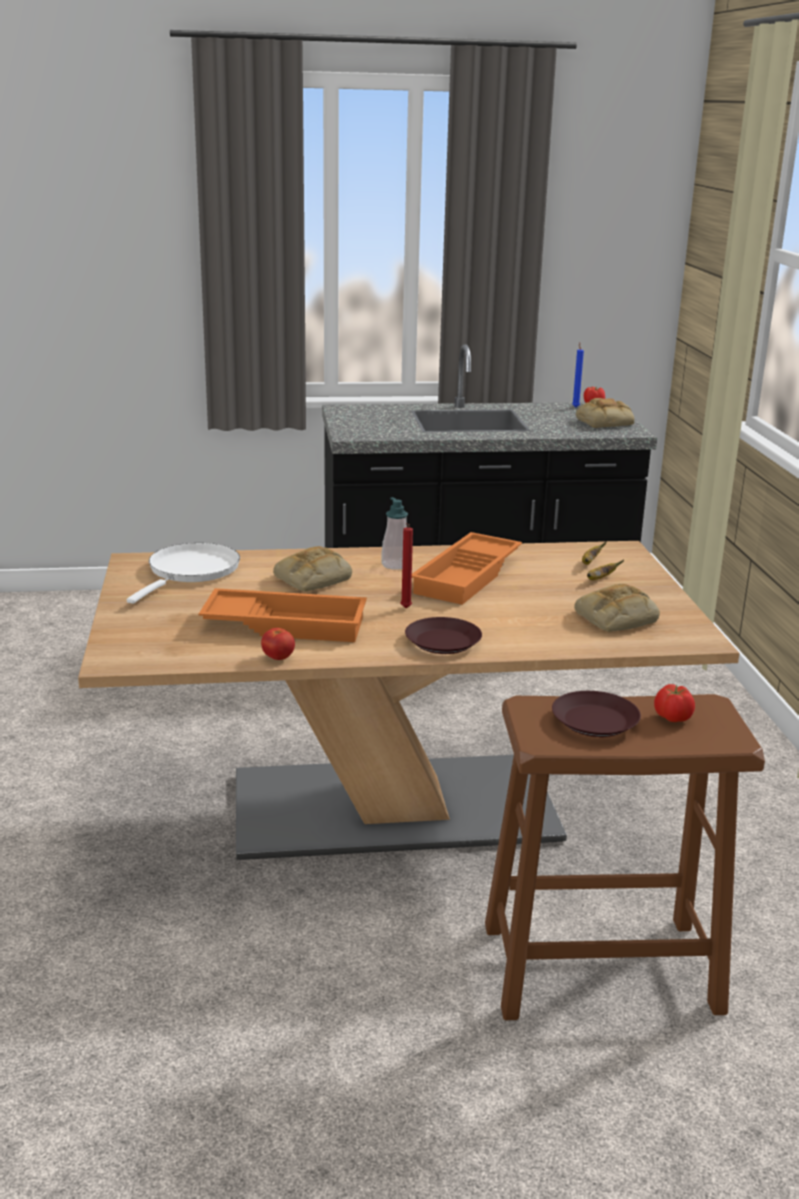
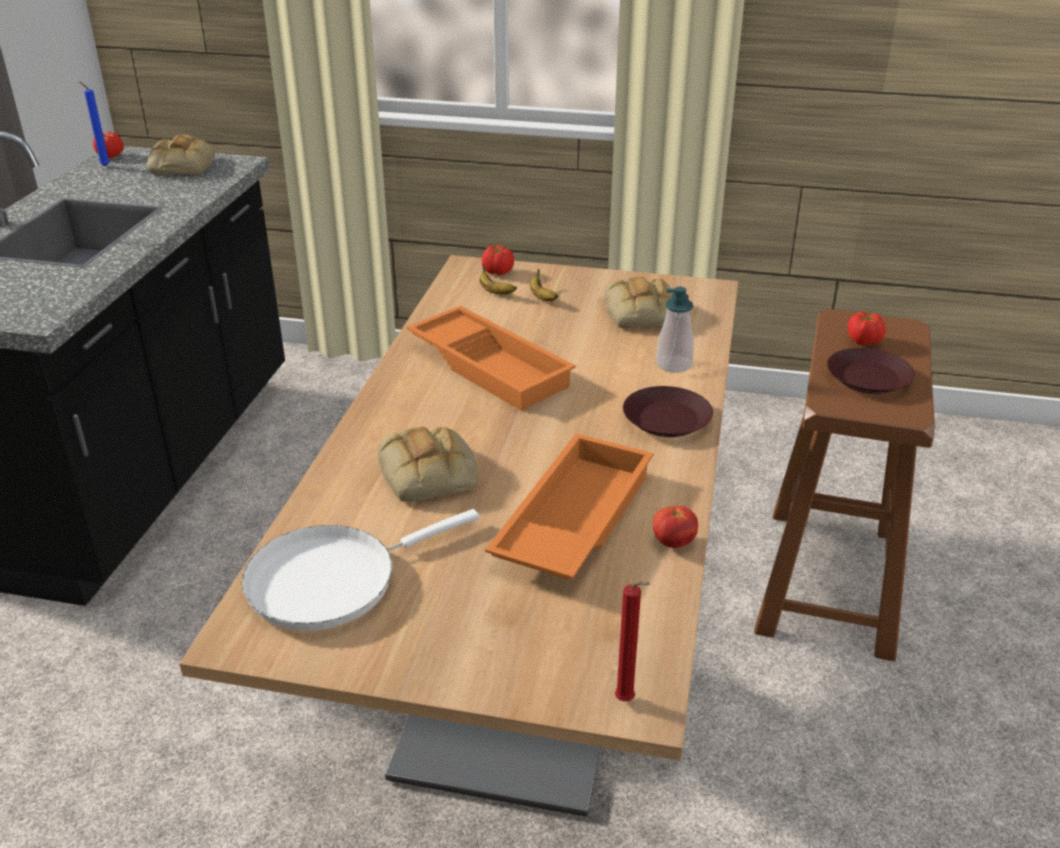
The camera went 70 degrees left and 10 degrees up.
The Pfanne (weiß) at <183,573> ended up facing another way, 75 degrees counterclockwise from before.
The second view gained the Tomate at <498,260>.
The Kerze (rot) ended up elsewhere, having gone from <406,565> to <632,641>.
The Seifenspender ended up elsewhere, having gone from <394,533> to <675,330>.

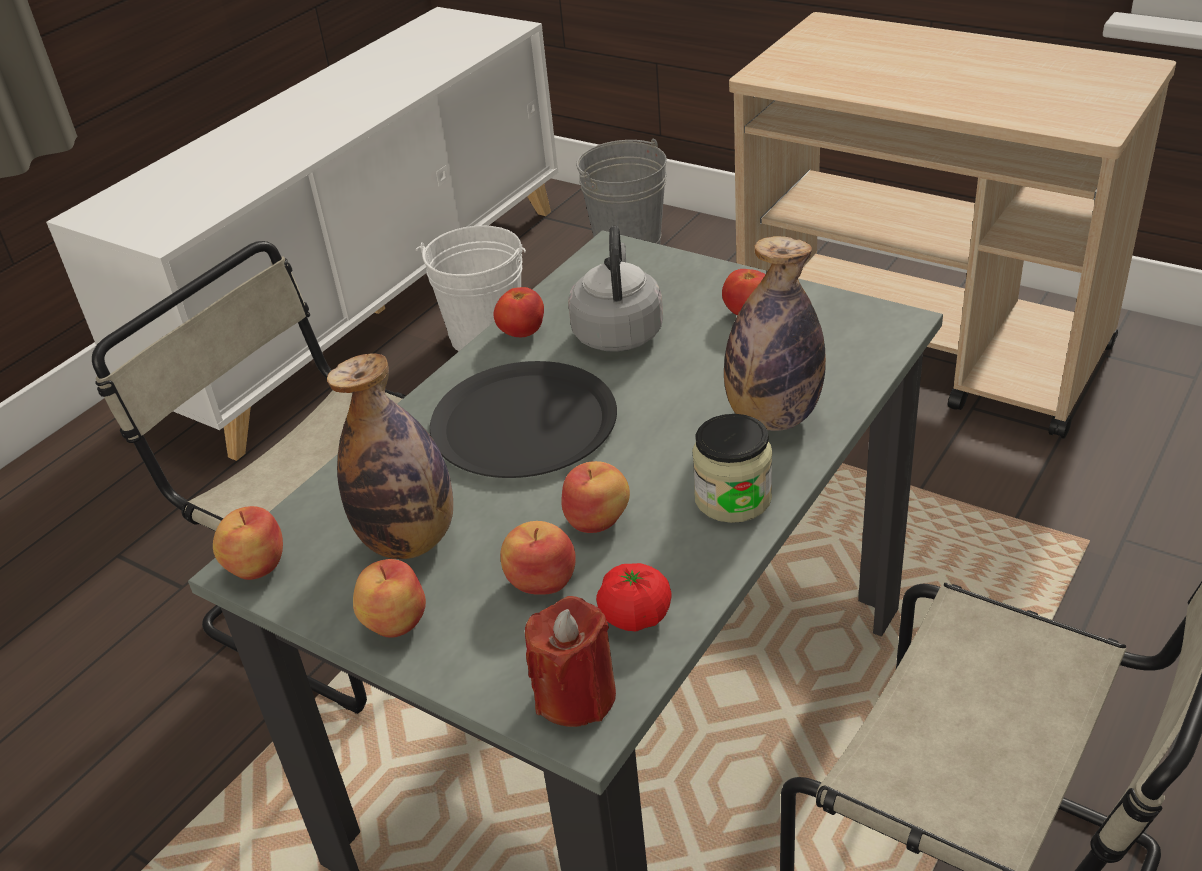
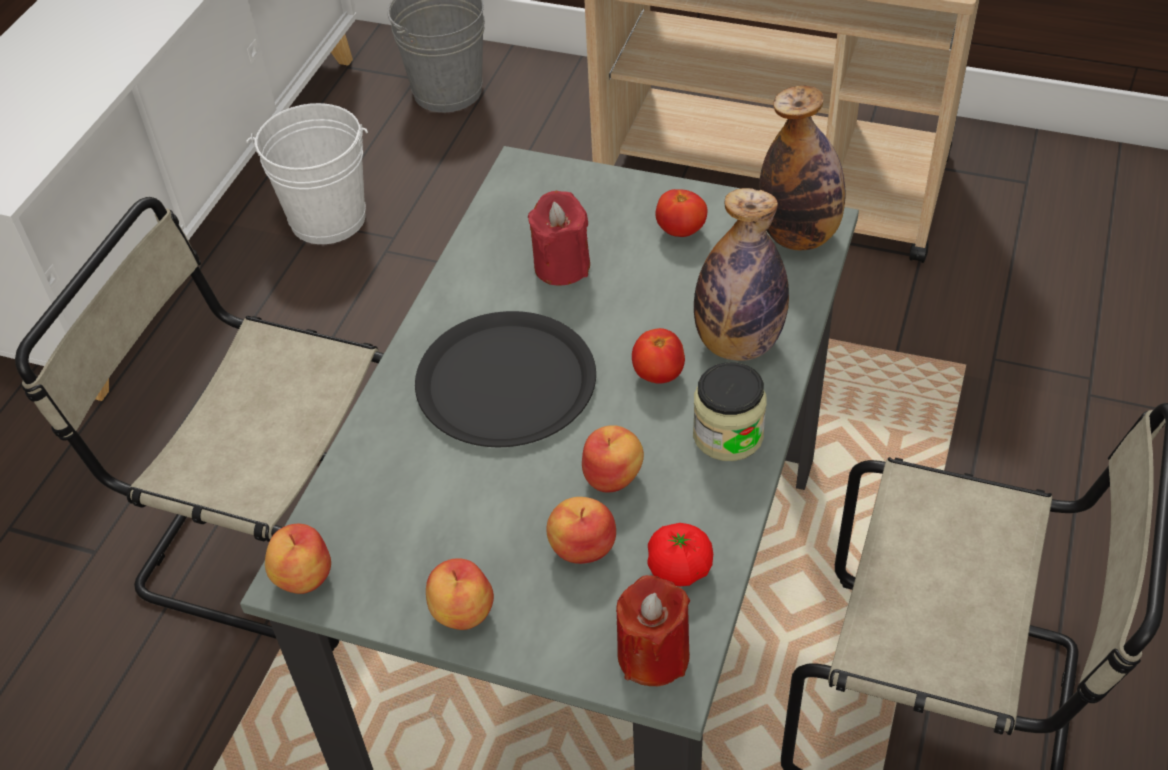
The camera went 15 degrees left and 10 degrees up.
Where the Wasserkessel (grau) stood at <615,289>, the Kerze (rot) came to stand at <559,238>.
The Tomate ended up elsewhere, having gone from <519,312> to <658,356>.
The Flasche ended up elsewhere, having gone from <390,456> to <802,168>.

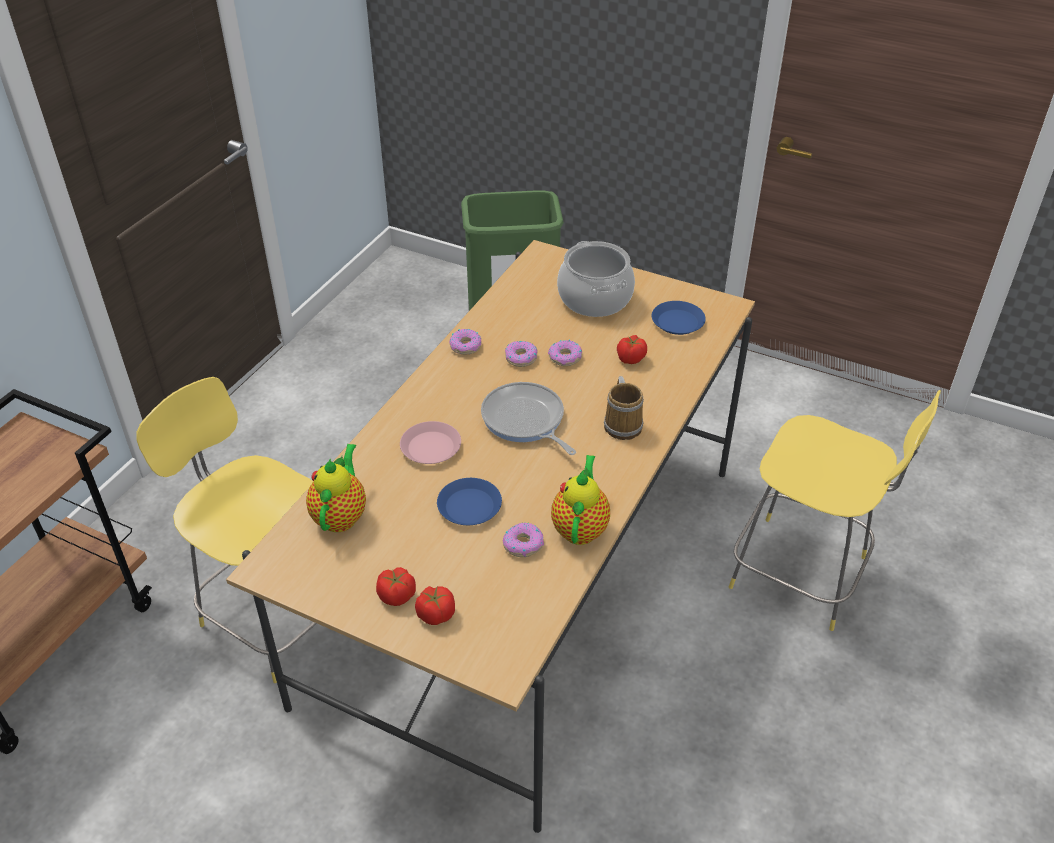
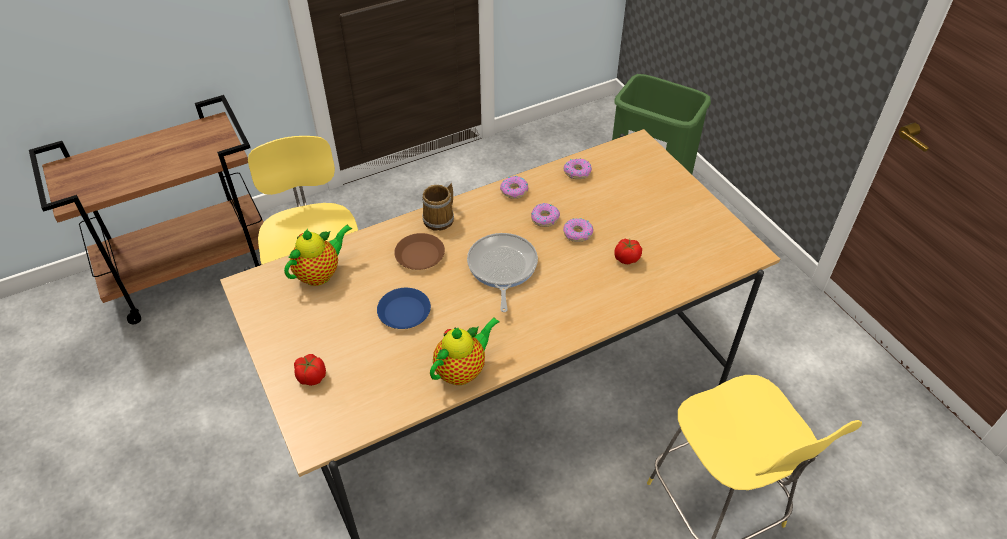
The camera went 35 degrees right and 5 degrees up.
What was the Teller (rosa) at <430,442> turned into the Teller (braun) at <419,251>.
The Henkelbecher ended up elsewhere, having gone from <624,408> to <438,206>.
The Donut ended up elsewhere, having gone from <523,539> to <578,169>.
The second view lost the Tomate at <396,586>.
The second view lost the Kochtopf at <596,279>.
The second view lost the Teller (blau) at <679,318>.

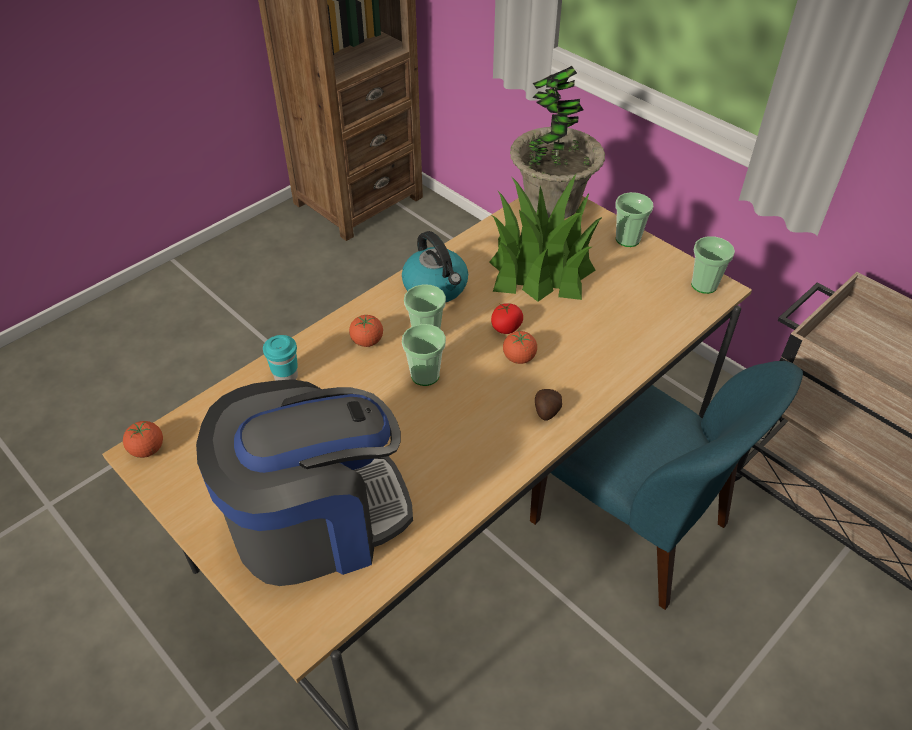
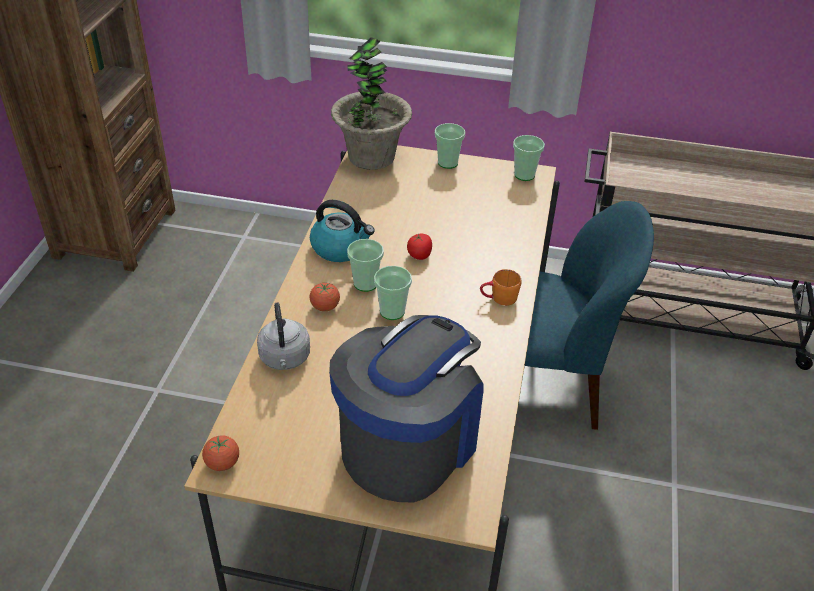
The camera went 35 degrees left and 5 degrees down.
Where the Tasse (türkis) stood at <280,358>, the Wasserkessel (grau) came to stand at <283,336>.
Where the Kartoffel stood at <548,405>, the Henkelbecher (orange) came to stand at <501,287>.
The second view lost the Topfpflanze at <545,238>.
The second view lost the Tomate at <520,347>.

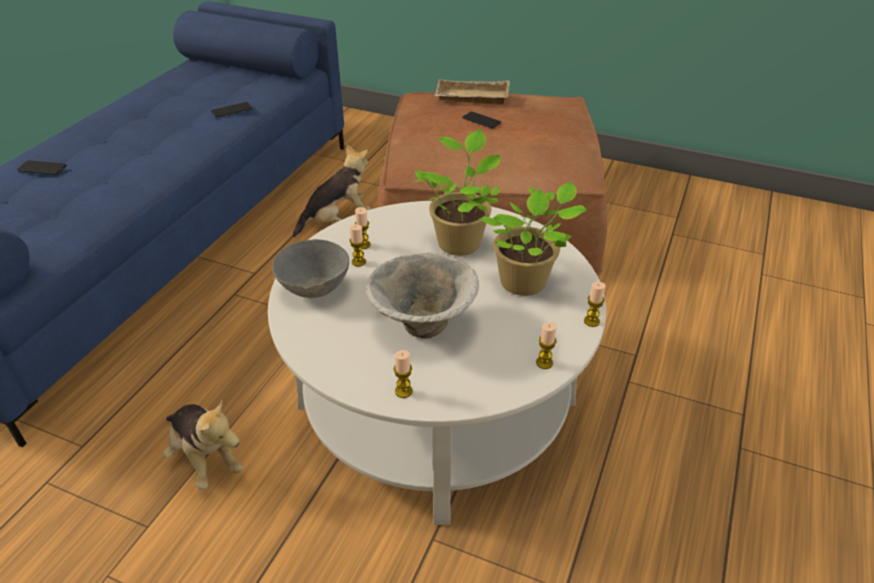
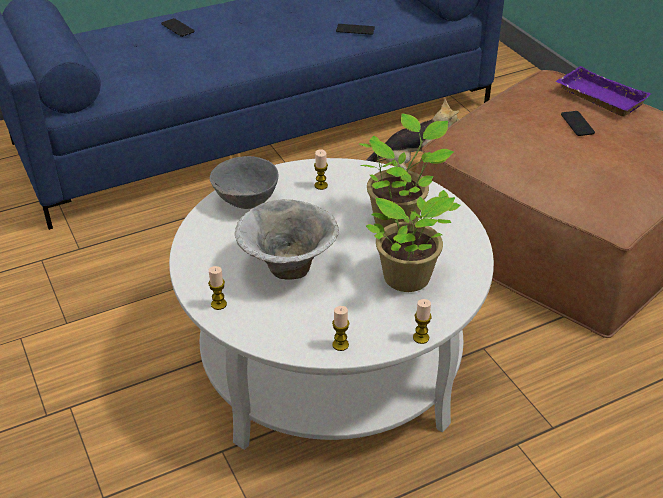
The camera went 40 degrees right and 0 degrees up.
What was the Tablett (beige) at <472,92> turned into the Tablett (lila) at <603,91>.
The second view lost the Plüschtier at <203,444>.
The second view lost the Kerze at <358,245>.

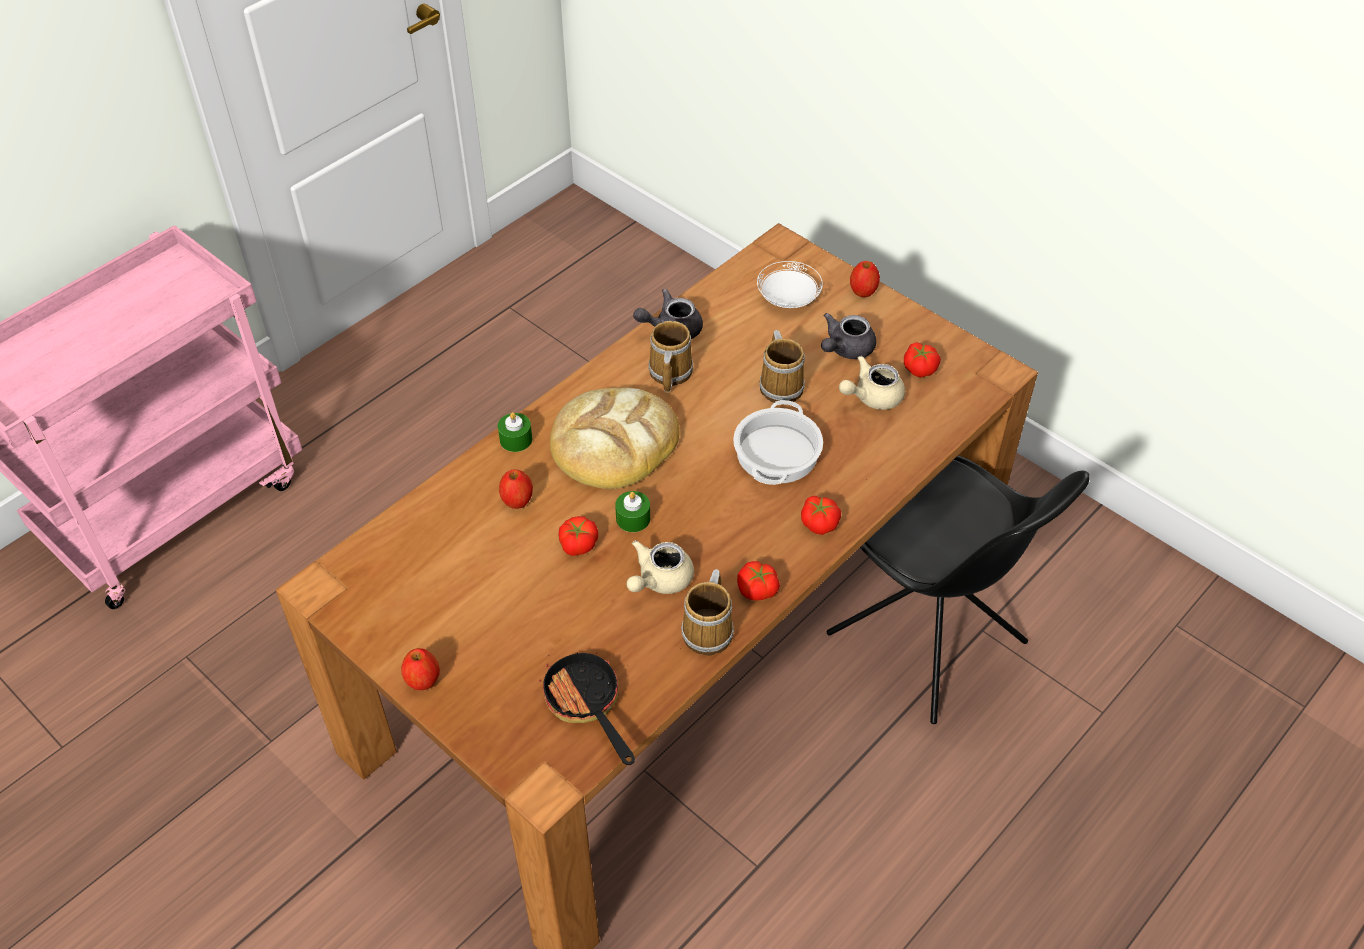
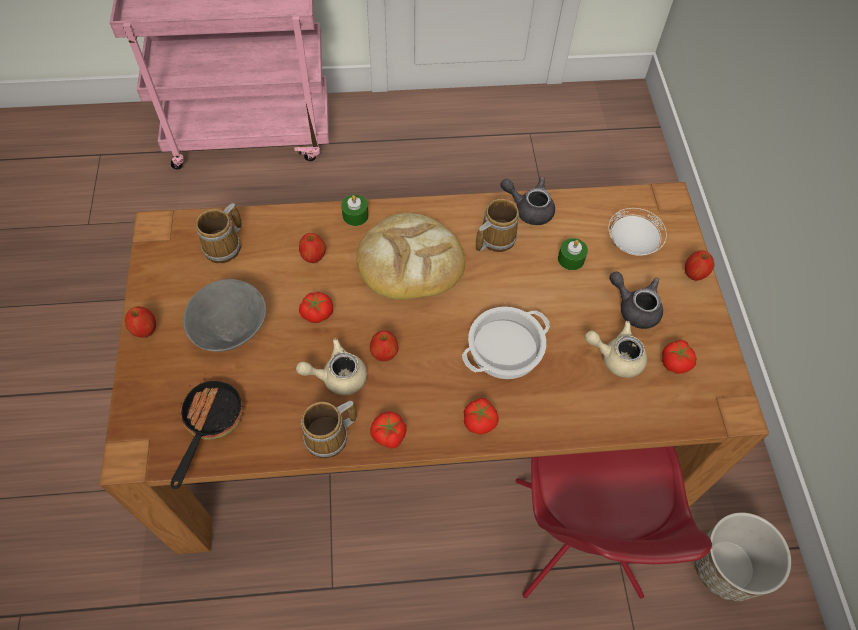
The camera went 40 degrees right and 10 degrees up.
The second view gained the Schüssel (grau) at <224,315>.
The Henkelbecher ended up elsewhere, having gone from <782,366> to <219,233>.
The second view gained the Apfel at <384,345>.
What was the Stuhl (schwarz) at <958,590> turned into the Stuhl (rot) at <614,522>.
The Kerze (grün) ended up elsewhere, having gone from <632,511> to <573,254>.
The Teekanne (grau) at <848,336> ended up facing another way, 45 degrees clockwise from before.
The second view gained the Pflanzkübel at <743,557>.

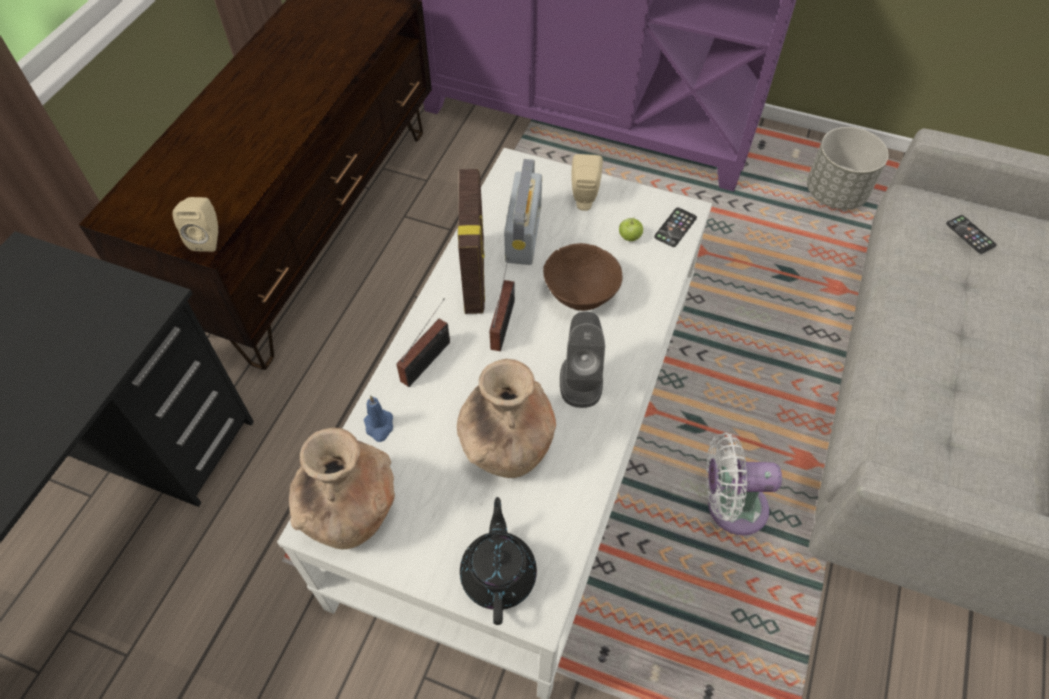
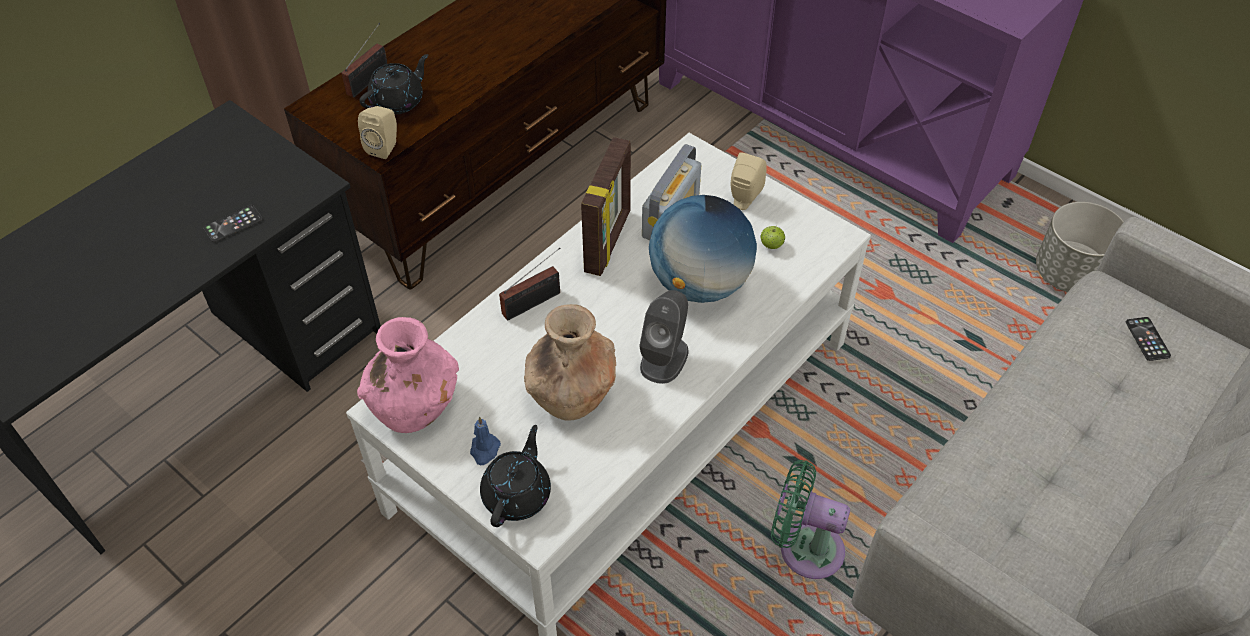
The camera went 20 degrees right and 5 degrees down.
The Handy ended up elsewhere, having gone from <675,227> to <233,223>.
The Radio ended up elsewhere, having gone from <502,304> to <365,60>.
What was the Vase (braun) at <342,489> turned into the Vase (rosa) at <408,375>.
The second view gained the Teekanne (schwarz) at <393,84>.
The Kerze (blau) ended up elsewhere, having gone from <378,418> to <485,441>.
Where the Schüssel (braun) stood at <583,277>, the Globus came to stand at <703,249>.
What was the Ventilator (weiß) at <744,484> turned into the Ventilator (grün) at <810,519>.

